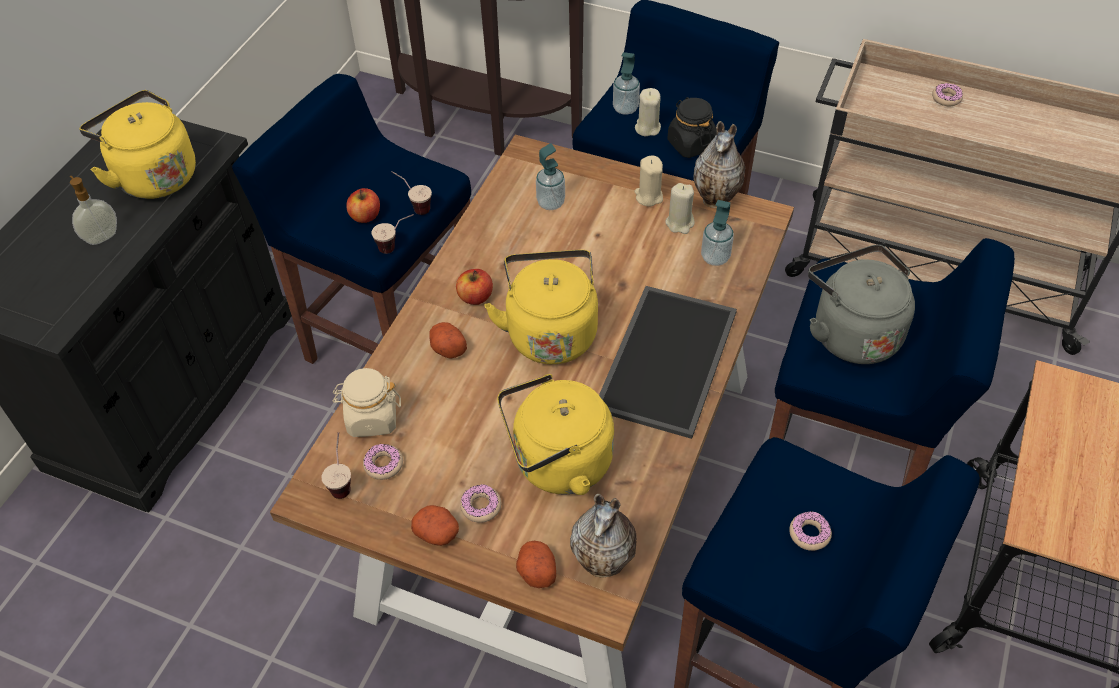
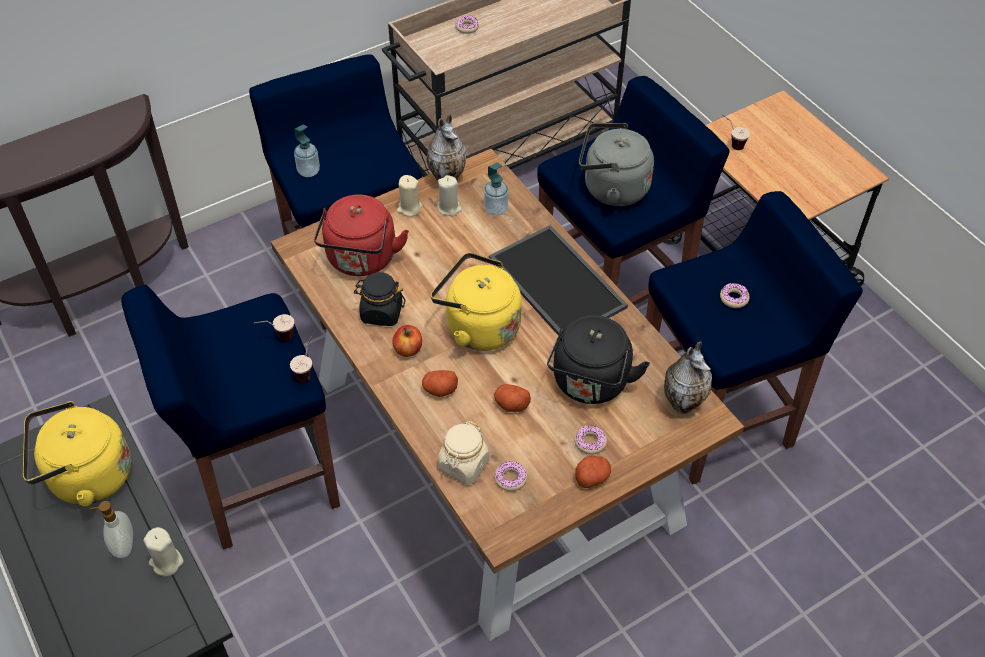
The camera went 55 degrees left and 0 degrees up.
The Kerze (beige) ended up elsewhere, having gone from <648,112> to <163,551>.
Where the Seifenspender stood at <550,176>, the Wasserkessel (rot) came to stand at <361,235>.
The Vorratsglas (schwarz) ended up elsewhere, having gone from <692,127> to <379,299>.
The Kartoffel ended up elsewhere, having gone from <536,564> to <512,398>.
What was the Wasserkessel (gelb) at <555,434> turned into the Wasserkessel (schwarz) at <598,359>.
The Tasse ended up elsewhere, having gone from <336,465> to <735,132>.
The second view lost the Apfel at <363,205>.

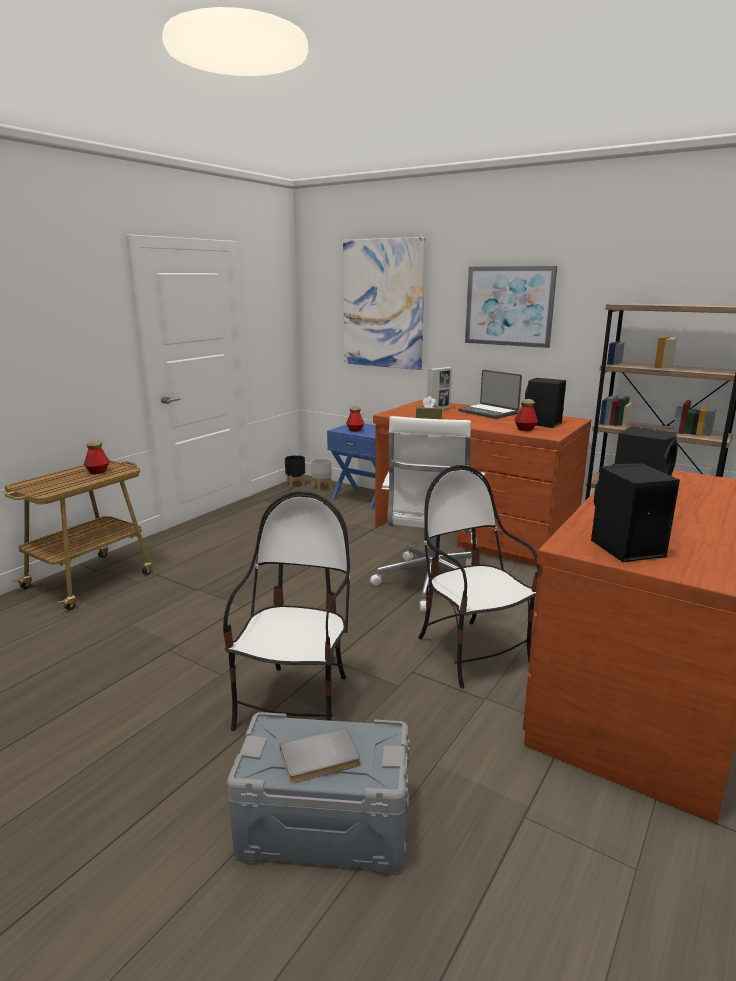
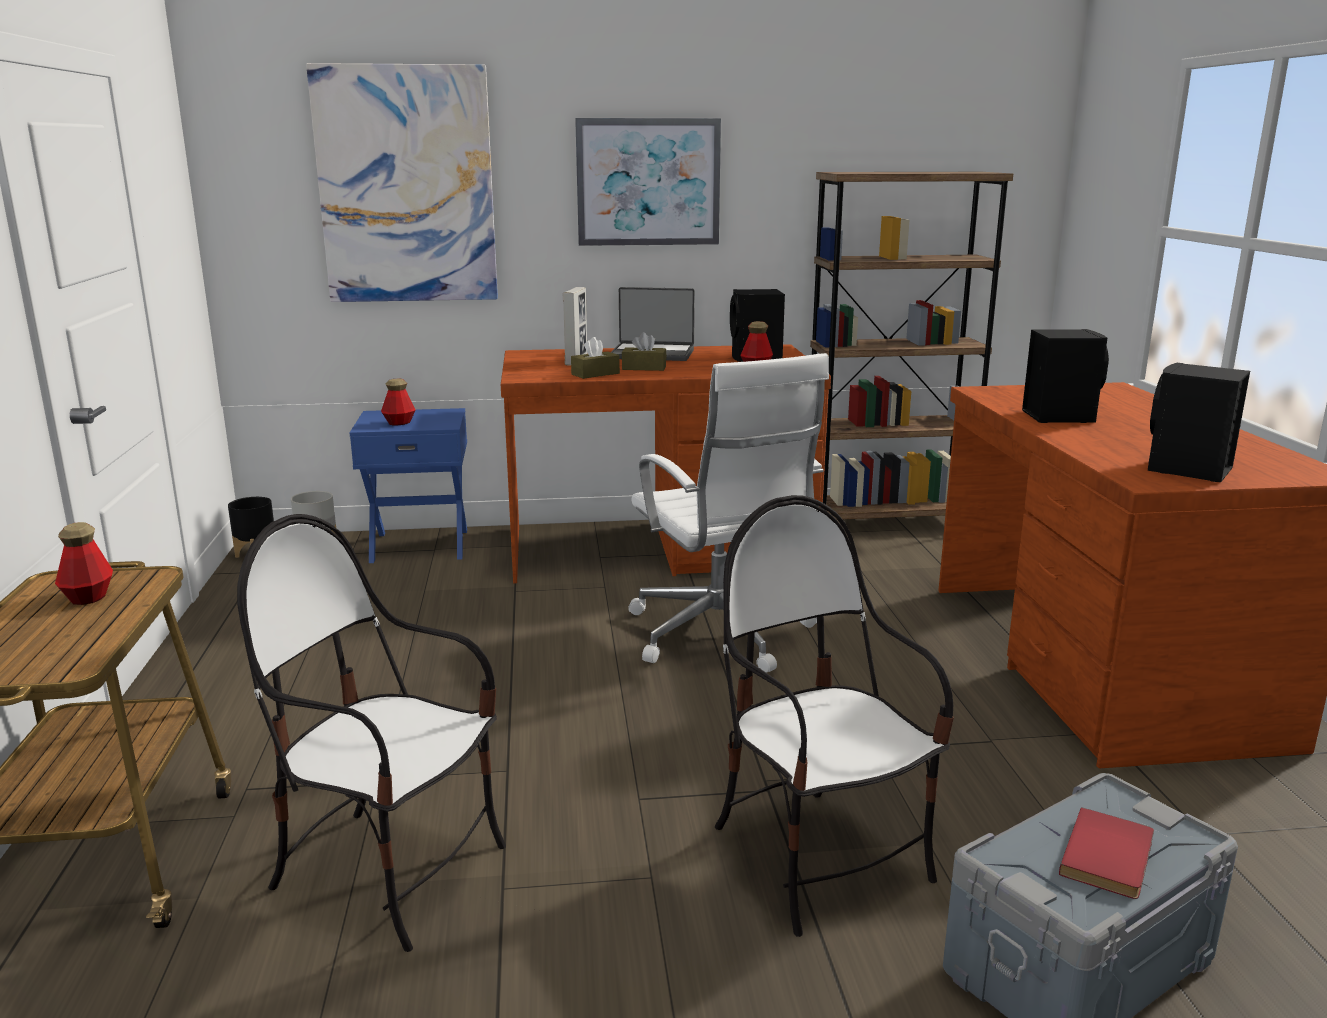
The camera went 40 degrees left and 0 degrees up.
The Stuhl ended up elsewhere, having gone from <478,576> to <371,733>.
The second view gained the Taschentuchbox (braun) at <644,351>.
What was the Buch (grau) at <320,755> turned into the Buch (rot) at <1106,853>.

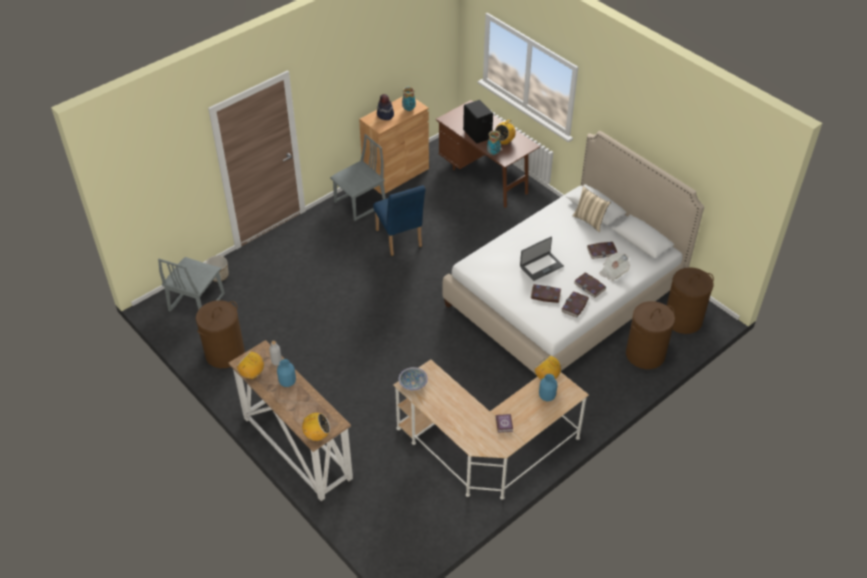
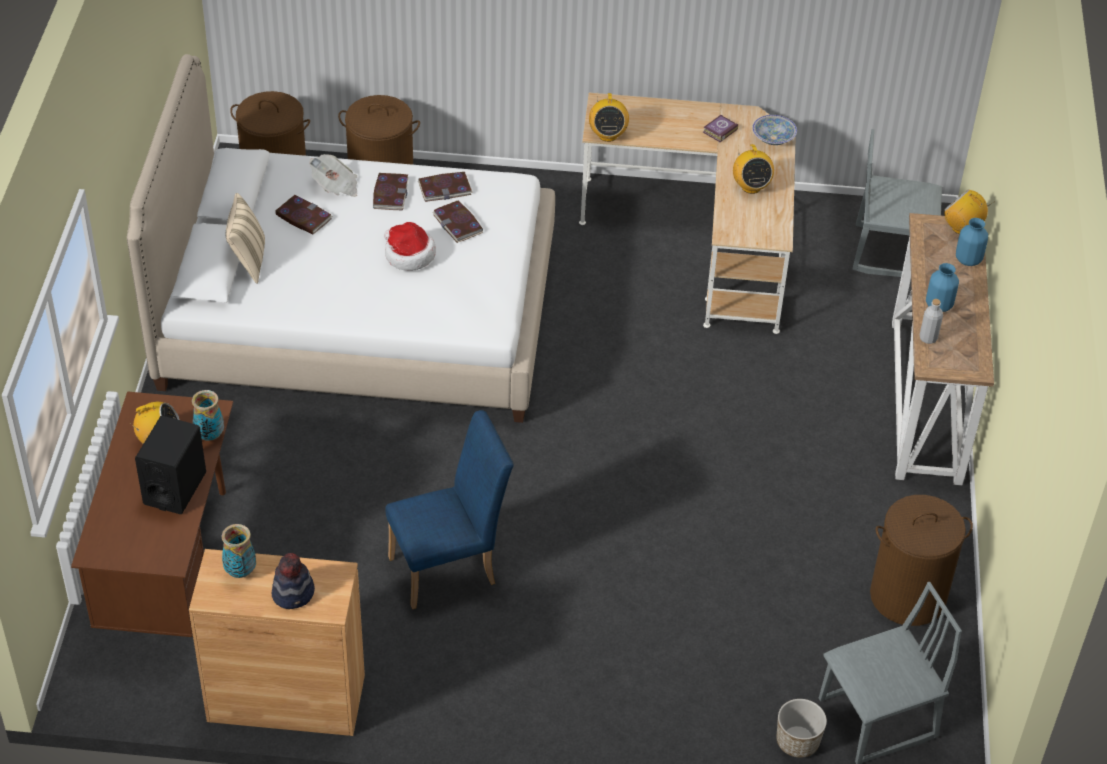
The camera went 135 degrees left and 0 degrees up.
Where the Laptop stood at <542,259>, the Hut came to stand at <410,246>.
The Stuhl (blau) at <399,220> ended up facing another way, 45 degrees clockwise from before.
The Radio ended up elsewhere, having gone from <250,365> to <753,169>.
The Schüssel ended up elsewhere, having gone from <413,378> to <774,130>.
The Stuhl (grau) ended up elsewhere, having gone from <358,177> to <897,203>.
The Vase (blau) ended up elsewhere, having gone from <548,387> to <972,242>.

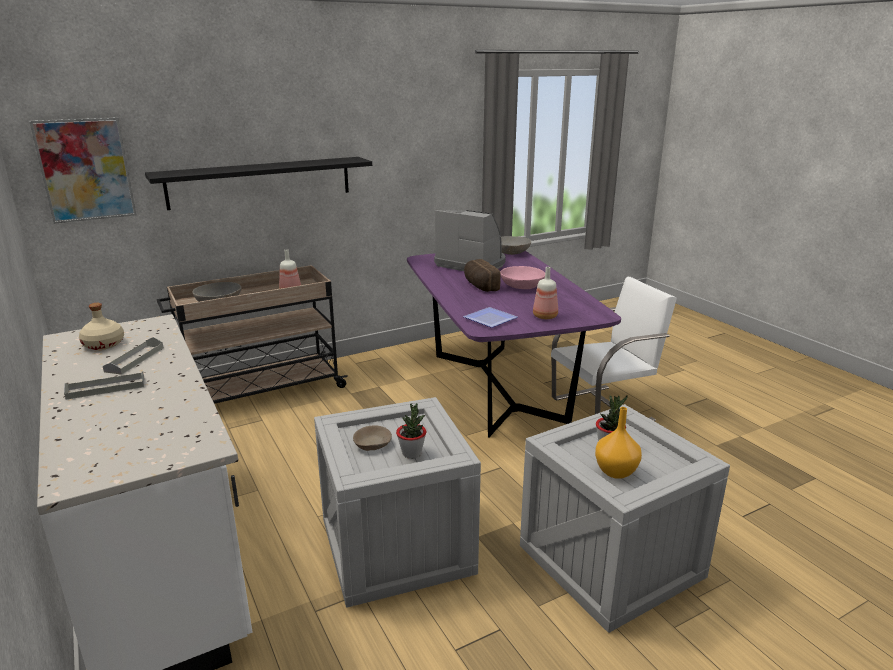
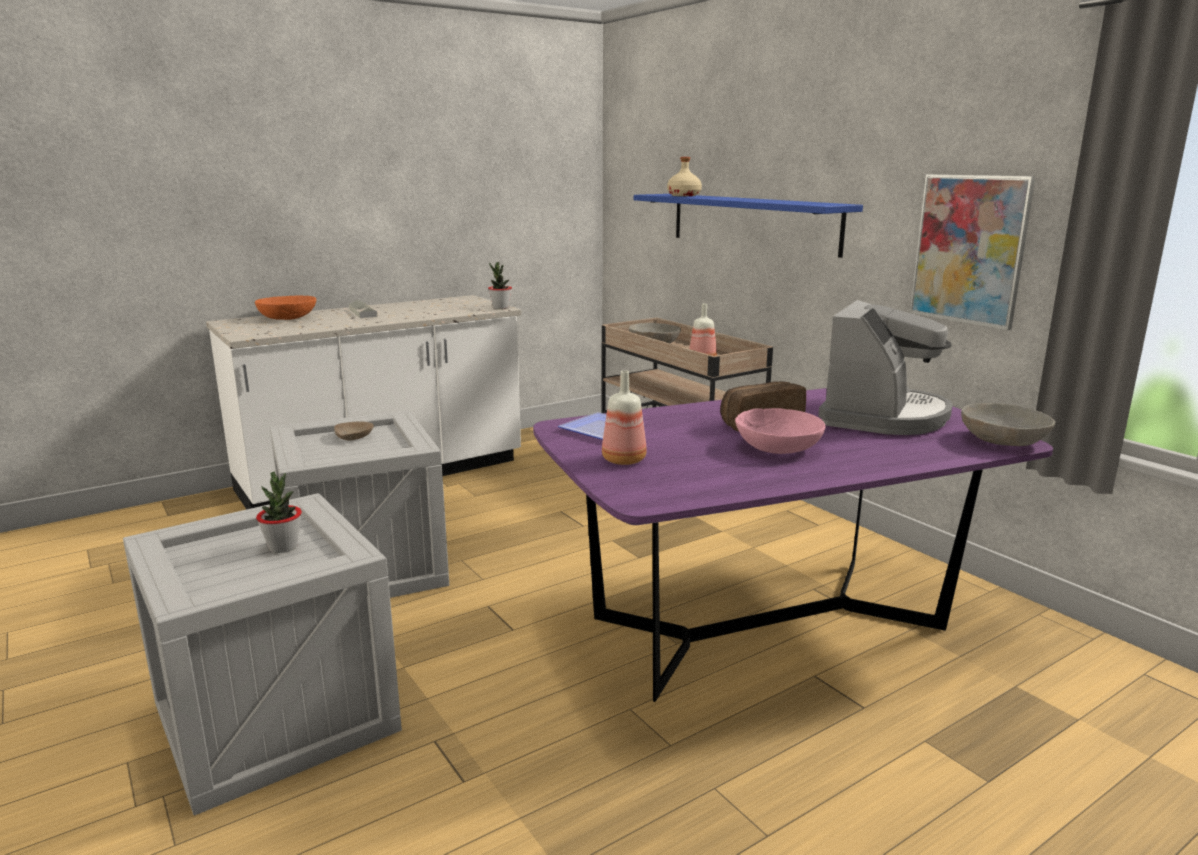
The camera went 85 degrees right and 5 degrees down.
The second view gained the Schüssel (orange) at <285,308>.
The Topfpflanze ended up elsewhere, having gone from <411,431> to <500,285>.
What was the Wandregal (schwarz) at <258,183> turned into the Wandregal (blau) at <748,226>.
The Flasche (beige) ended up elsewhere, having gone from <101,326> to <684,176>.
The Bild ended up elsewhere, having gone from <82,170> to <973,252>.
The second view lost the Tablett (grau) at <133,356>.
The second view lost the Stuhl (weiß) at <614,348>.
The second view lost the Vase (orange) at <618,443>.

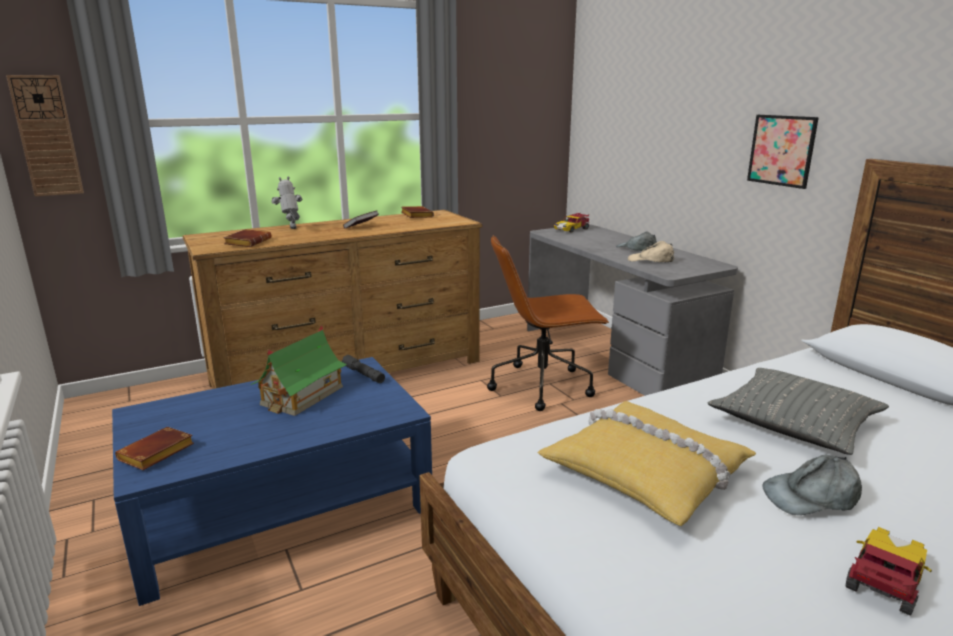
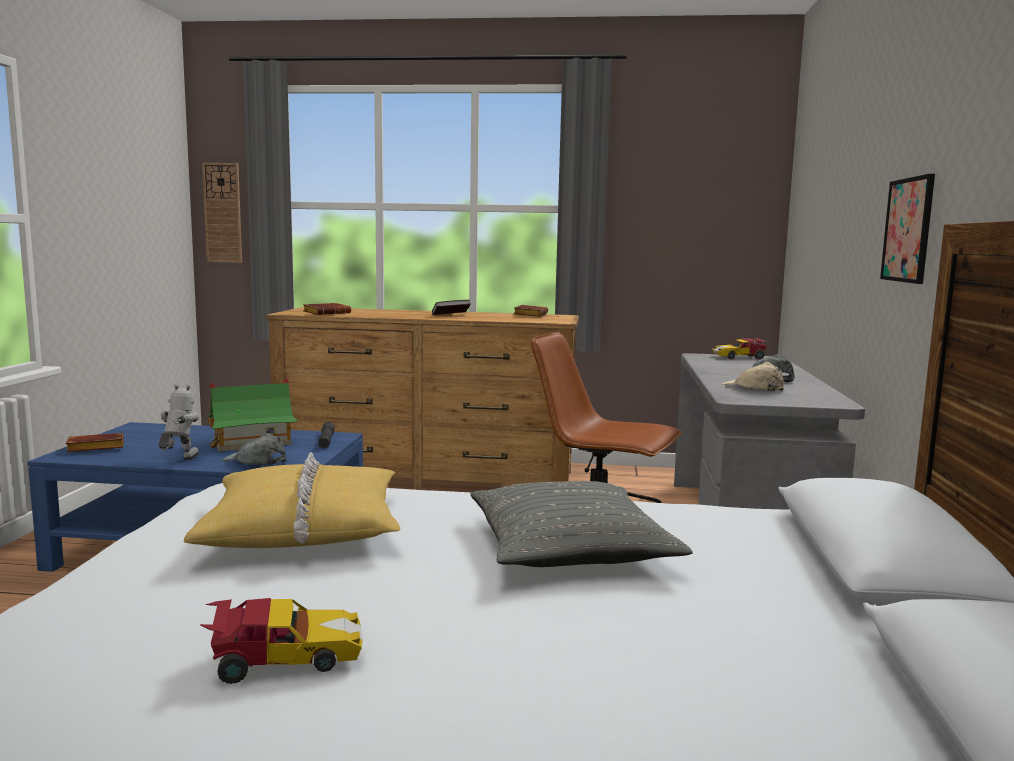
The camera went 35 degrees right and 10 degrees down.
The Spielzeugroboter ended up elsewhere, having gone from <287,203> to <178,422>.
The Kappe (grau) ended up elsewhere, having gone from <812,485> to <253,449>.

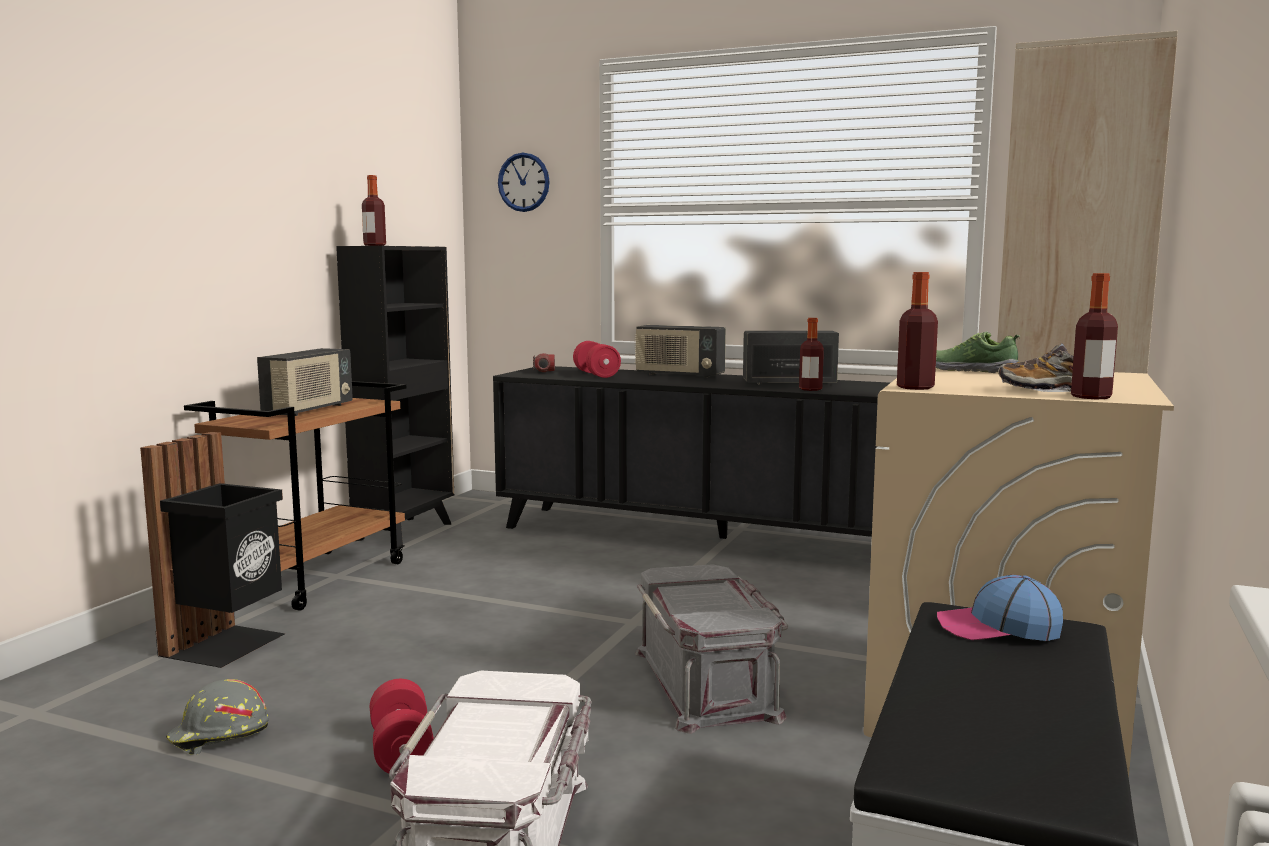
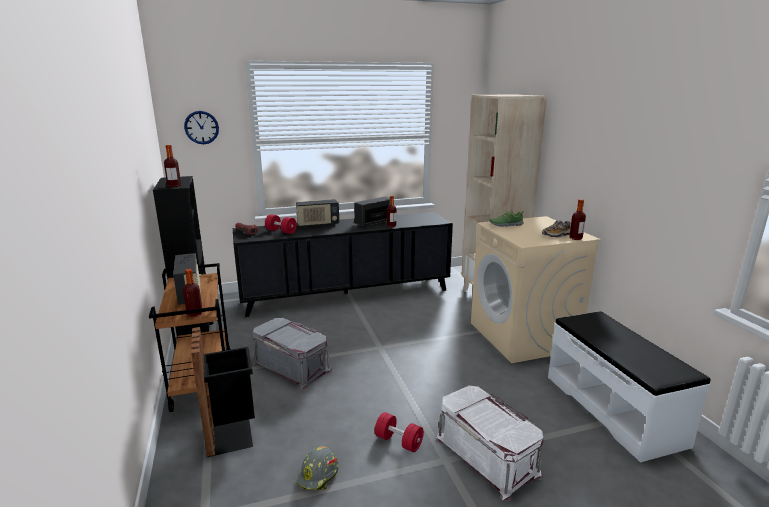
The camera went 40 degrees left and 10 degrees up.
The Flasche ended up elsewhere, having gone from <917,331> to <192,293>.
The Aufbewahrungsbox (grau) ended up elsewhere, having gone from <711,649> to <292,354>.
The second view lost the Kappe at <1000,608>.

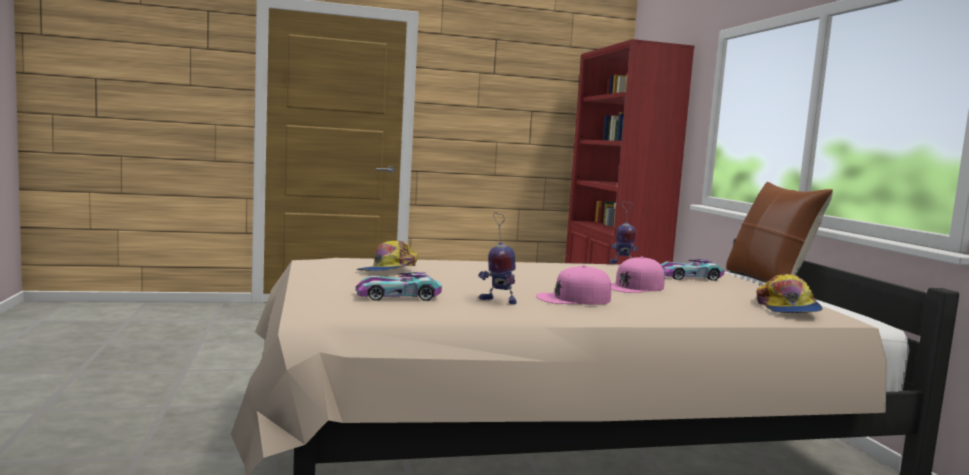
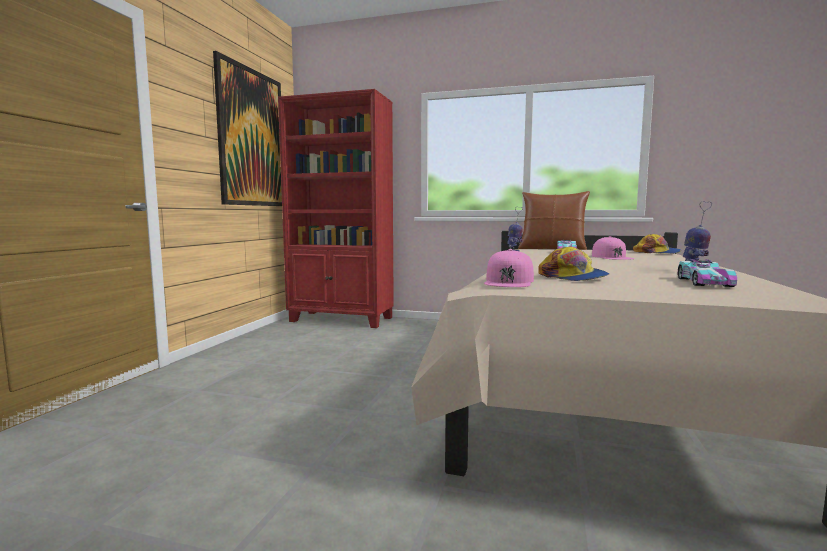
The camera went 60 degrees left and 0 degrees up.
The second view gained the Bild at <247,128>.
The Kappe (rosa) ended up elsewhere, having gone from <573,285> to <509,268>.

